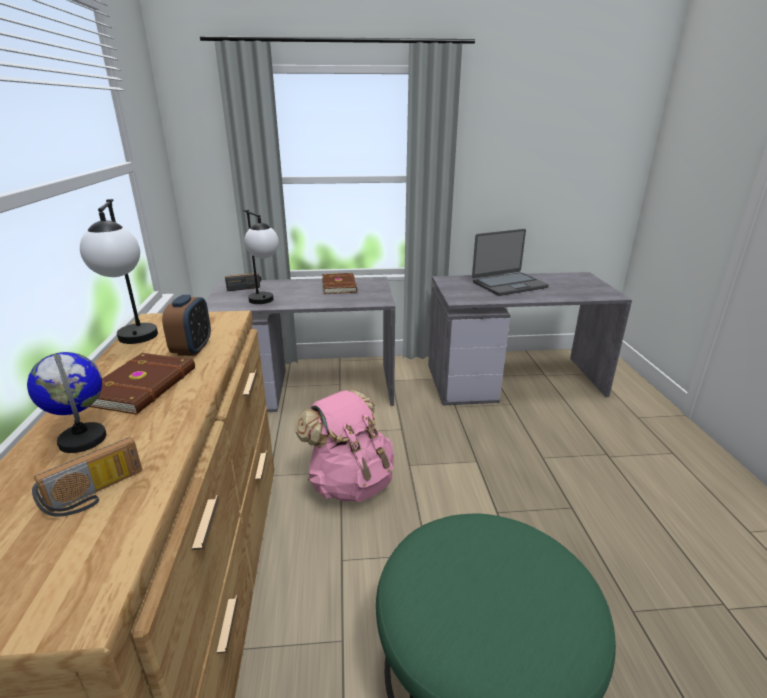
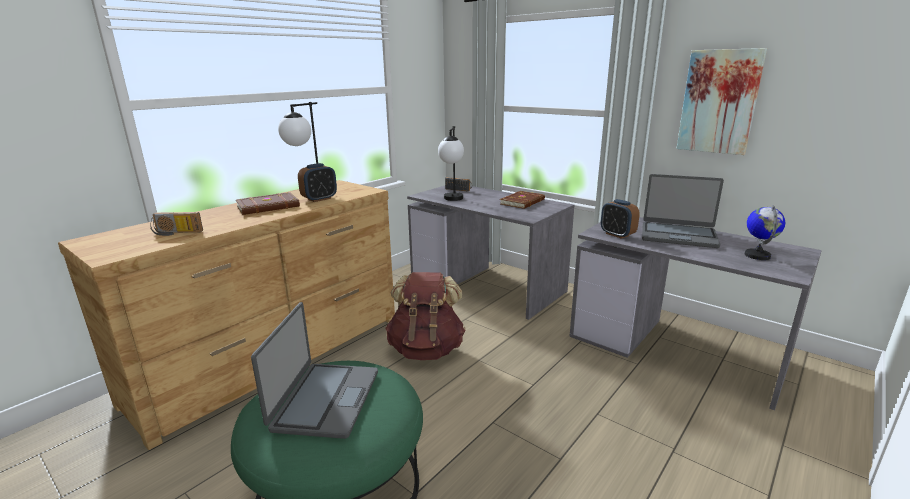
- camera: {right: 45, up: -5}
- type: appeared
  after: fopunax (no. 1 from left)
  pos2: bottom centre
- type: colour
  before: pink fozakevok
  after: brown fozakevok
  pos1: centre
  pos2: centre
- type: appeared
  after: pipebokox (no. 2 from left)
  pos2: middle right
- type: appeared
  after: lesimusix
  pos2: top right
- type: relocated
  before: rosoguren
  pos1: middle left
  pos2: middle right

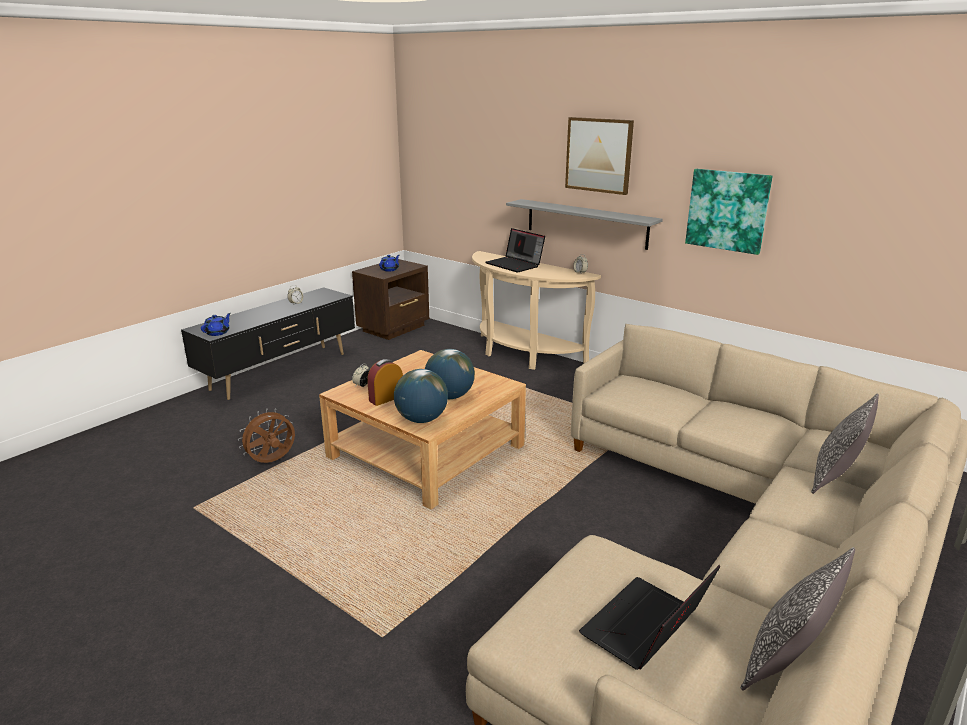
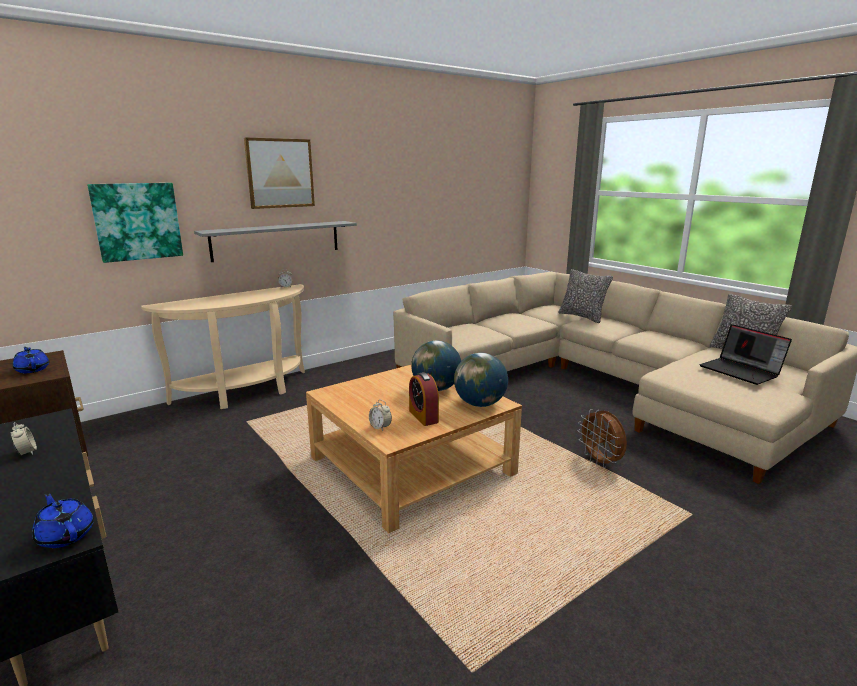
- camera: {right: -75, up: -5}
- type: relocated
  before: lesimusix (no. 2 from left in the first image)
  after: lesimusix (no. 1 from left)
  pos1: top right
  pos2: top left
- type: relocated
  before: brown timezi
  pos1: middle left
  pos2: middle right
- type: missing
  before: fopunax (no. 1 from left)
  pos1: centre

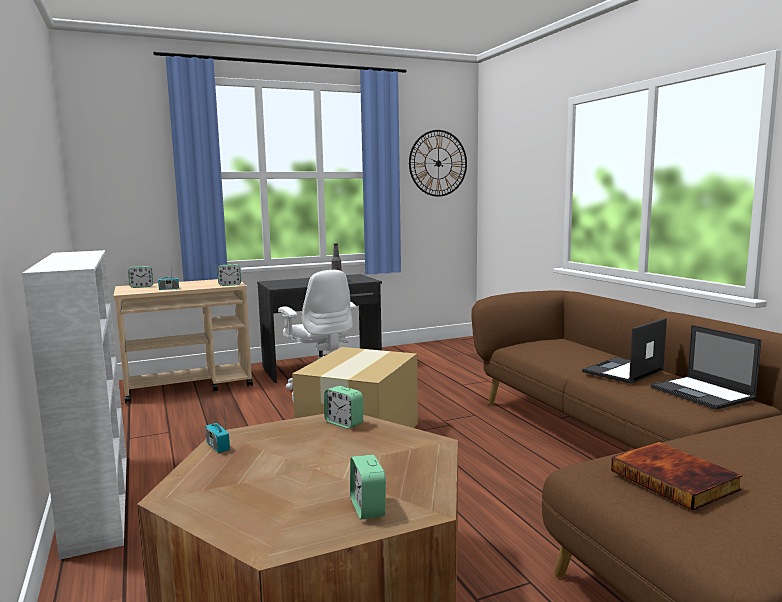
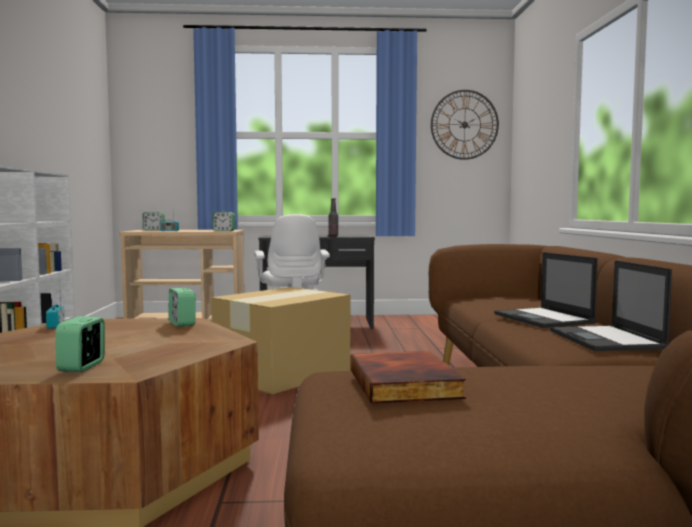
- camera: {right: 20, up: -5}
- type: spun
  before: fopunax (no. 1 from left)
  pos1: middle right
  pos2: middle right
  turn: -90

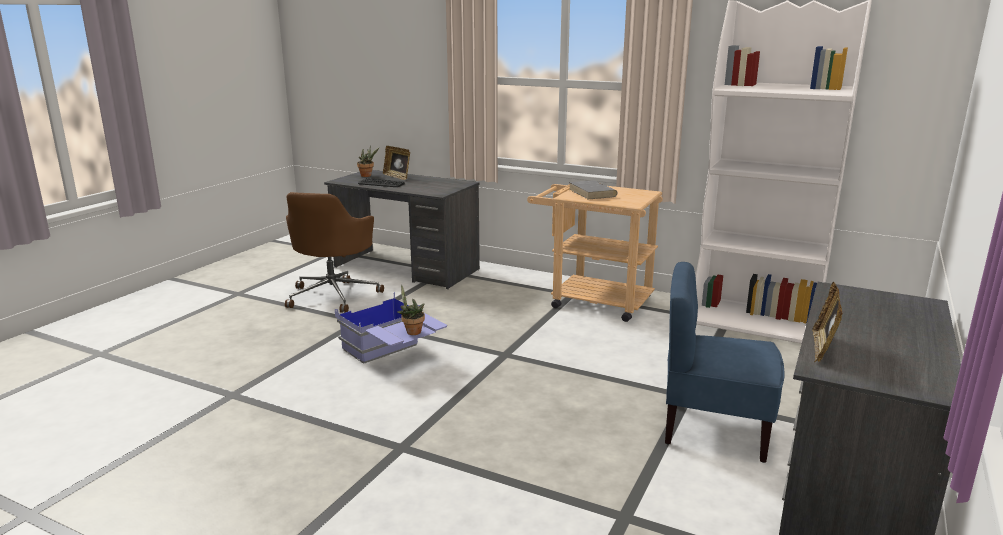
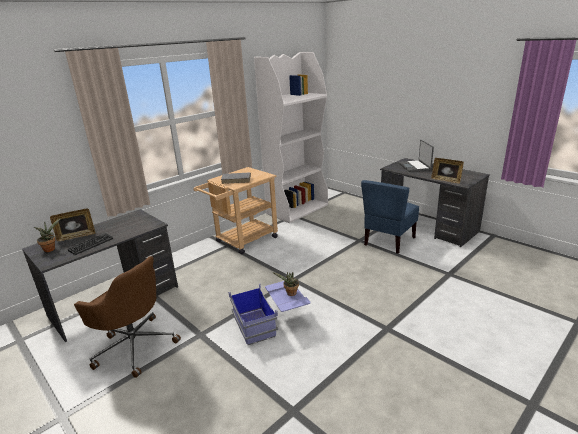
- camera: {right: -70, up: 5}
- type: appeared
  after: fopunax
  pos2: middle right

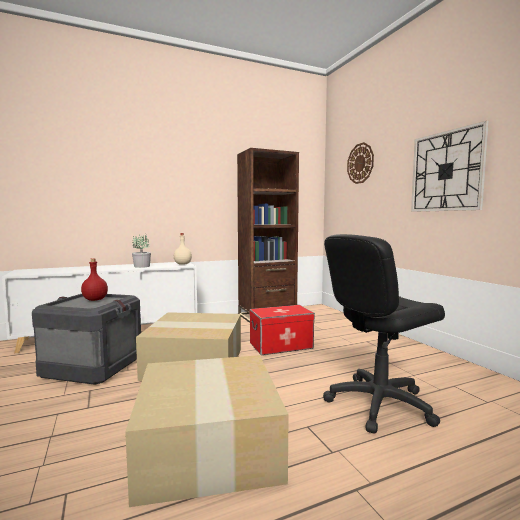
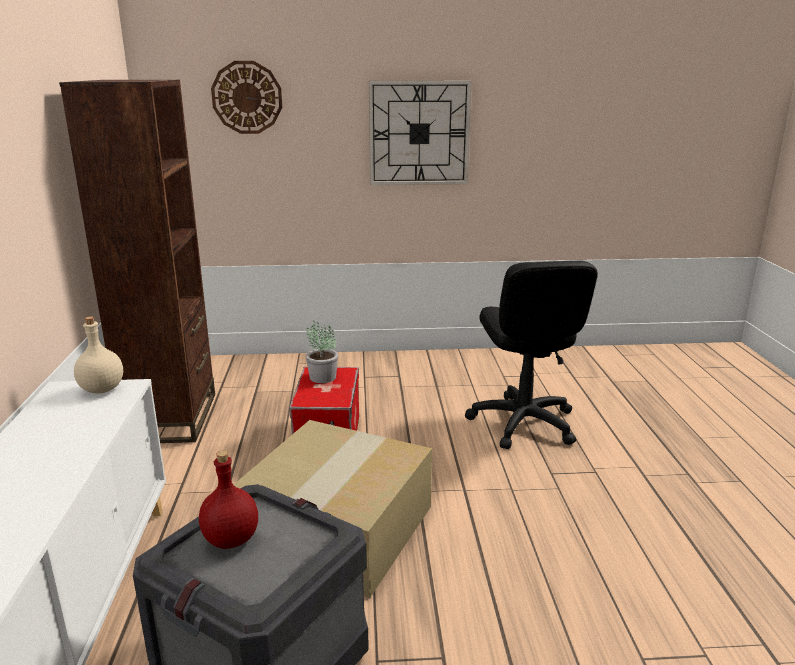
- camera: {right: -70, up: 15}
- type: relocated
  before: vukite
  pos1: middle left
  pos2: centre
- type: missing
  before: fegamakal (no. 2 from left)
  pos1: bottom centre

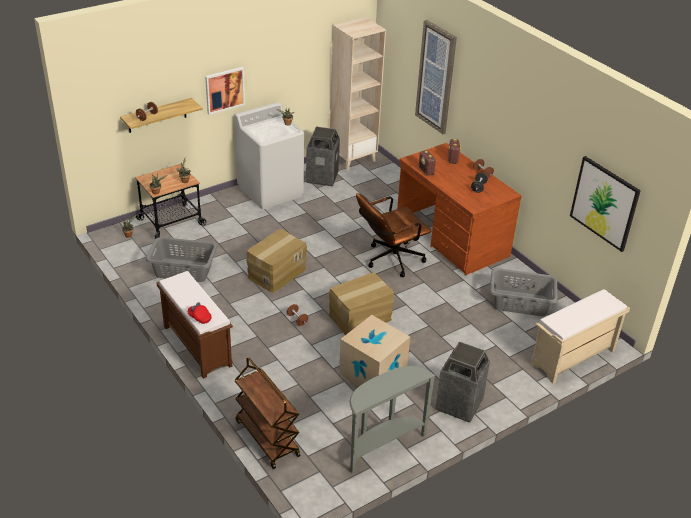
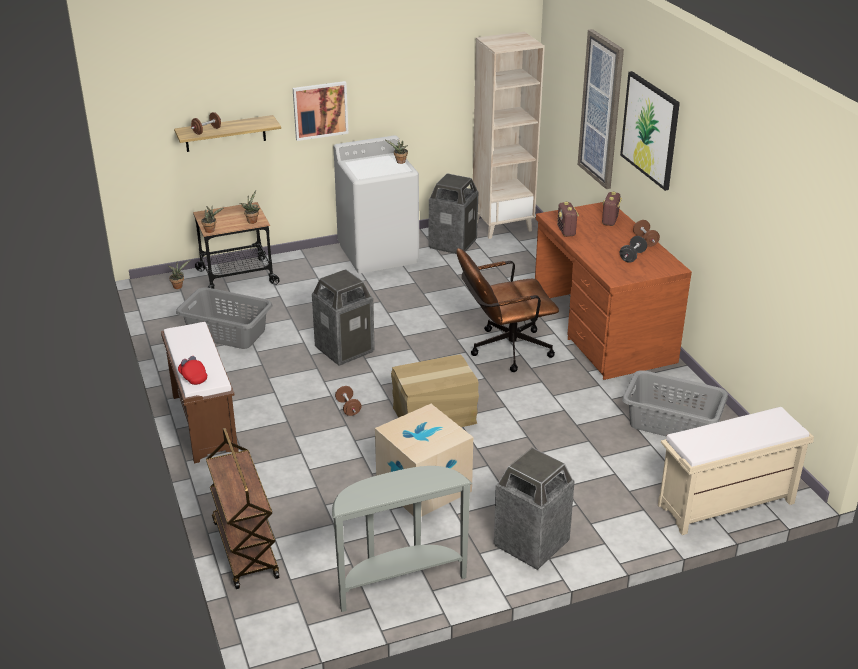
- camera: {right: 15, up: -5}
- type: exchanged
  before: fegamakal (no. 1 from left)
  after: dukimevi (no. 1 from left)
  pos1: centre
  pos2: centre
- type: relocated
  before: lesimusix (no. 3 from left)
  pos1: middle right
  pos2: top right

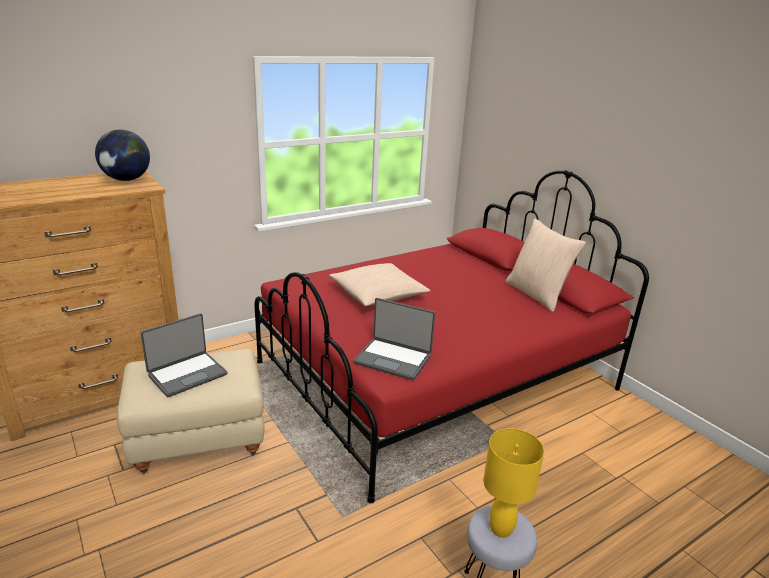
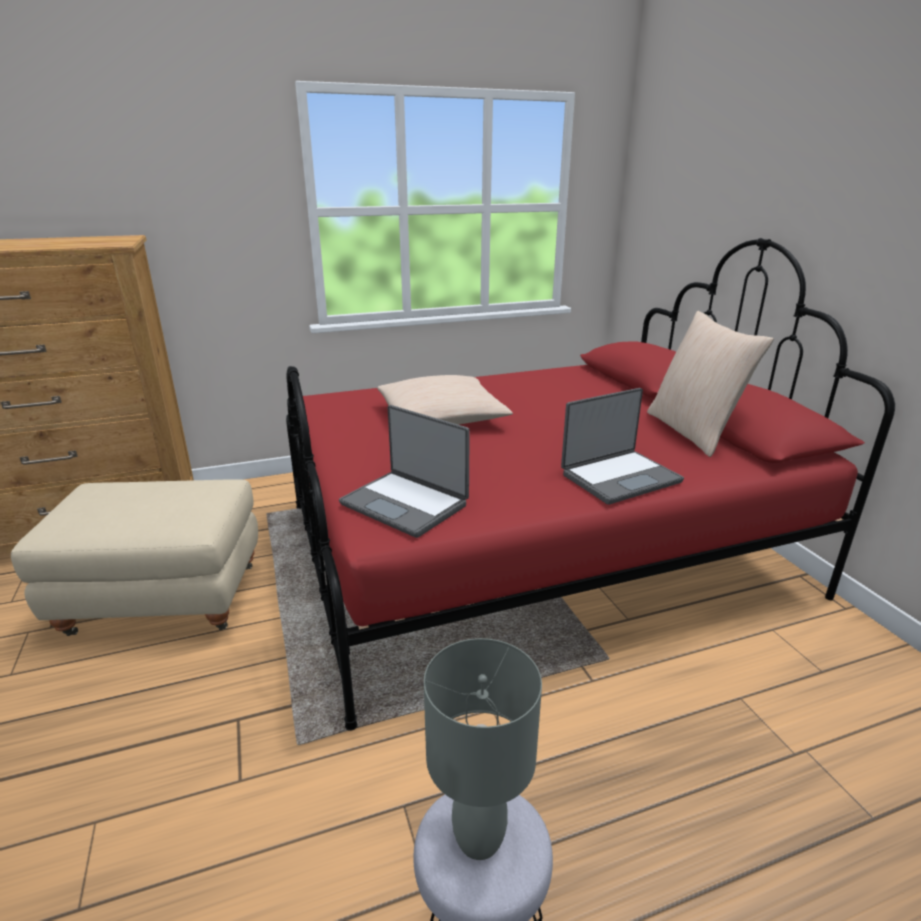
- camera: {right: 15, up: 0}
- type: colour
  before: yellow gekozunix
  after: grey gekozunix
  pos1: bottom right
  pos2: bottom centre
- type: relocated
  before: fopunax (no. 1 from left in the first image)
  after: fopunax (no. 2 from left)
  pos1: middle left
  pos2: middle right
- type: missing
  before: rosoguren
  pos1: top left

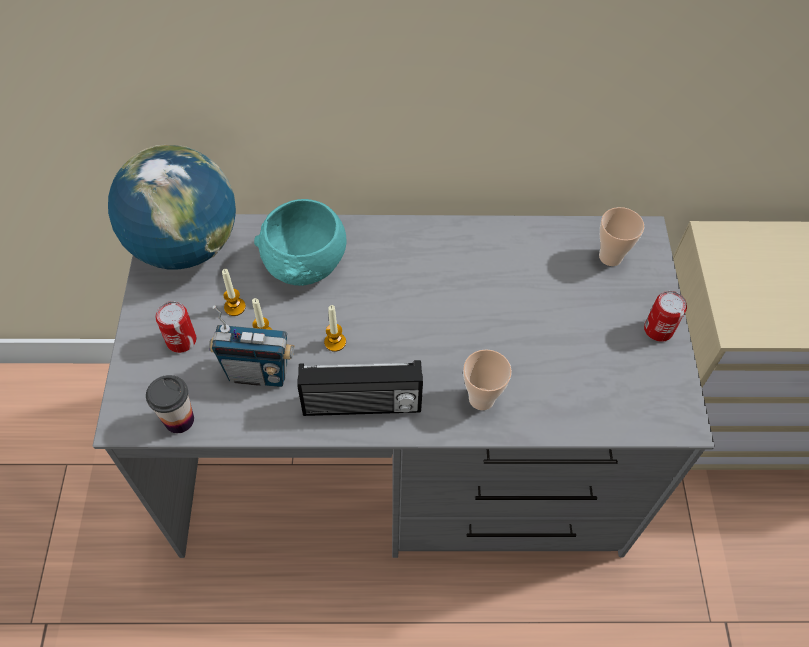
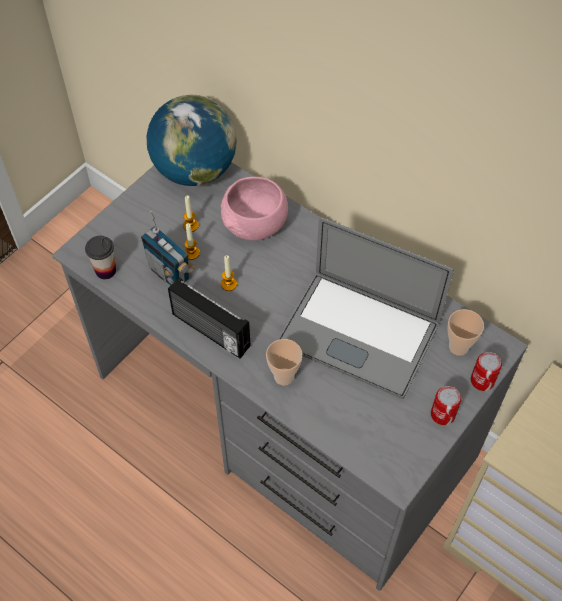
- camera: {right: 40, up: 0}
- type: colour
  before: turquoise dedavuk
  after: pink dedavuk
  pos1: centre
  pos2: centre
- type: appeared
  after: fopunax
  pos2: centre
- type: relocated
  before: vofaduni (no. 1 from left in the first image)
  after: vofaduni (no. 2 from left)
  pos1: middle left
  pos2: middle right

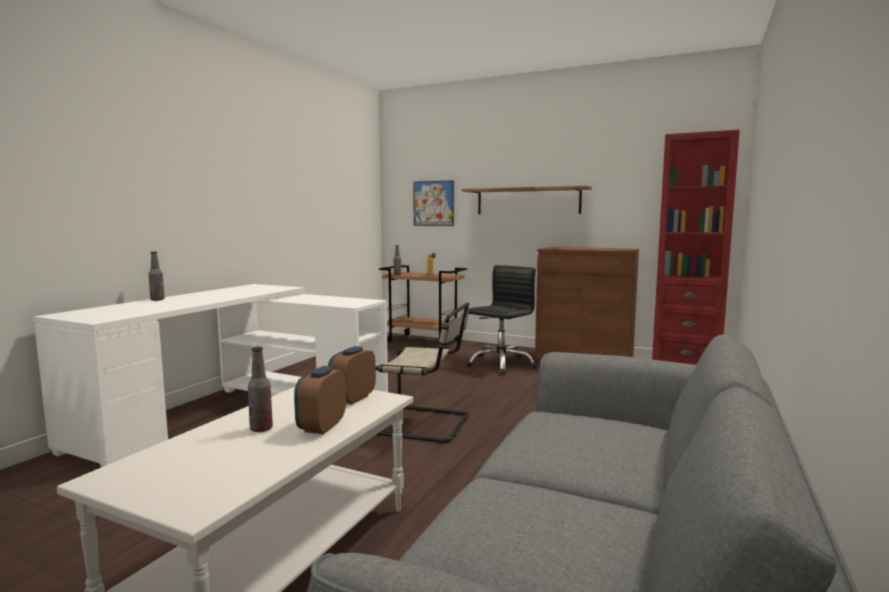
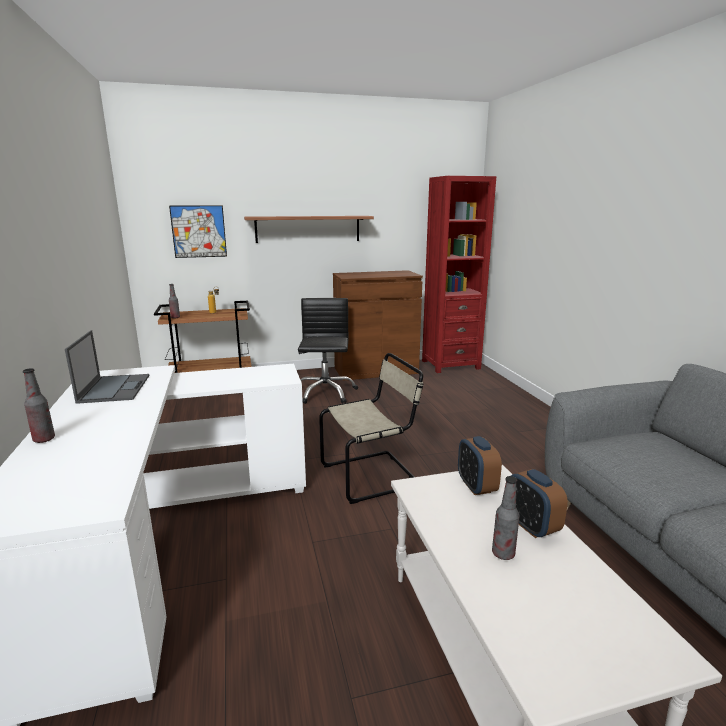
- camera: {right: -40, up: 10}
- type: appeared
  after: fopunax
  pos2: middle left

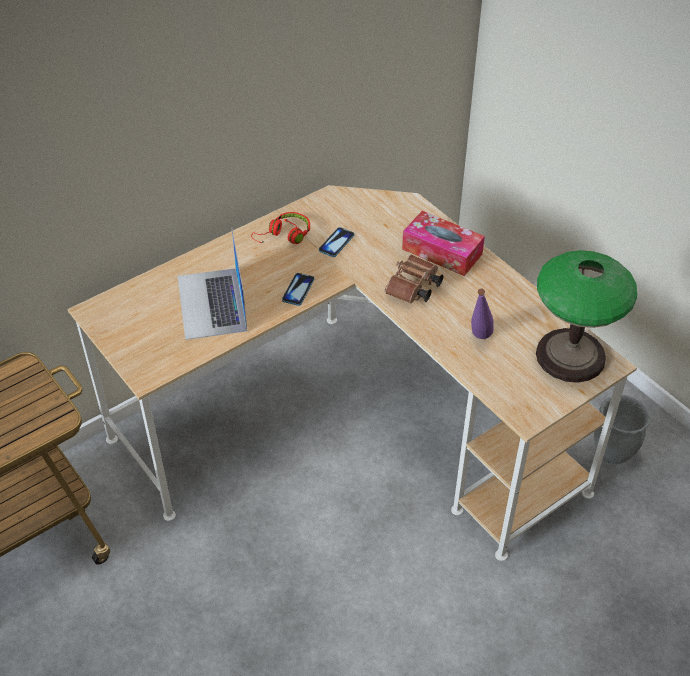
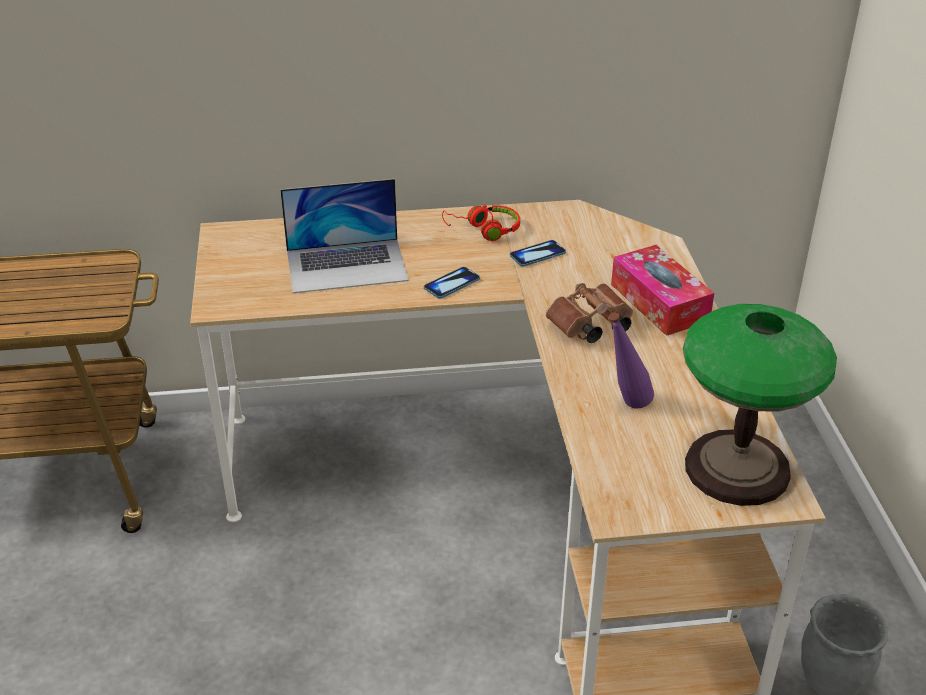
- camera: {right: 30, up: -10}
- type: spun
  before: fopunax
  pos1: middle left
  pos2: centre
  turn: -120

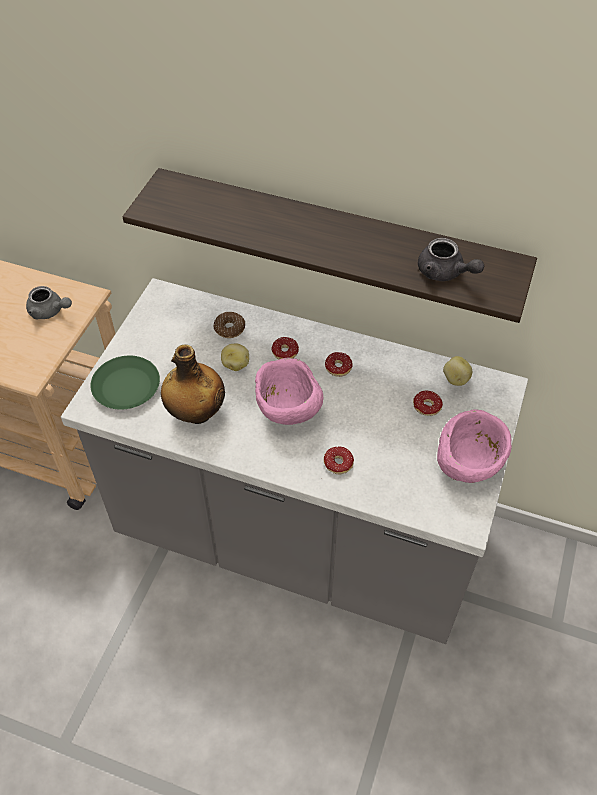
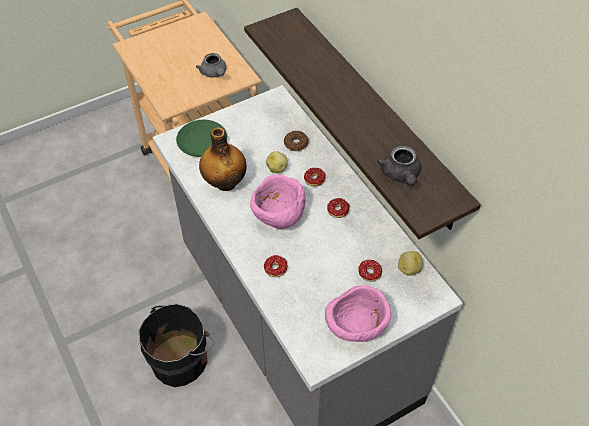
- camera: {right: 40, up: 0}
- type: appeared
  after: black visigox
  pos2: bottom left

